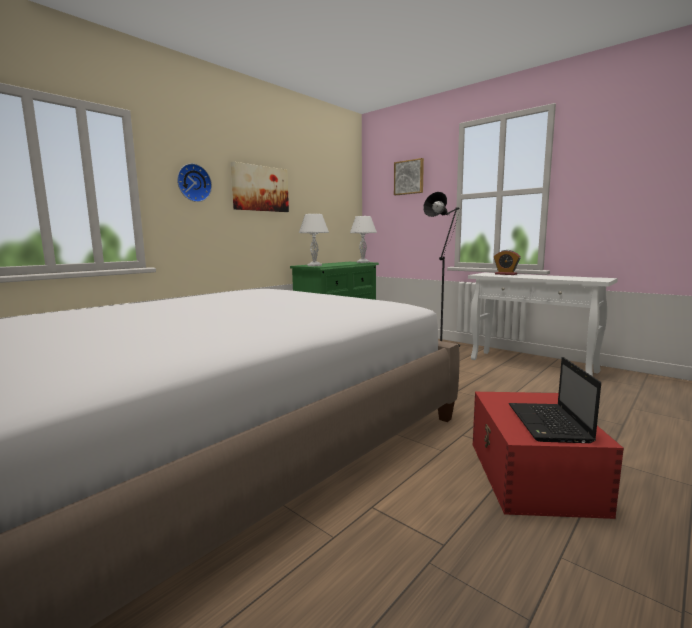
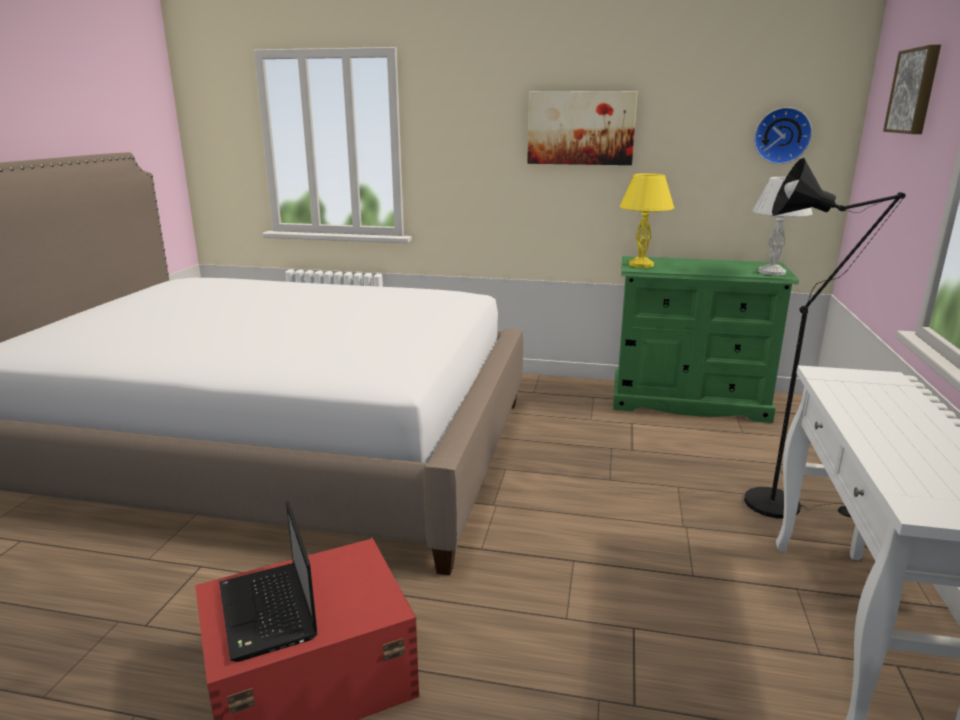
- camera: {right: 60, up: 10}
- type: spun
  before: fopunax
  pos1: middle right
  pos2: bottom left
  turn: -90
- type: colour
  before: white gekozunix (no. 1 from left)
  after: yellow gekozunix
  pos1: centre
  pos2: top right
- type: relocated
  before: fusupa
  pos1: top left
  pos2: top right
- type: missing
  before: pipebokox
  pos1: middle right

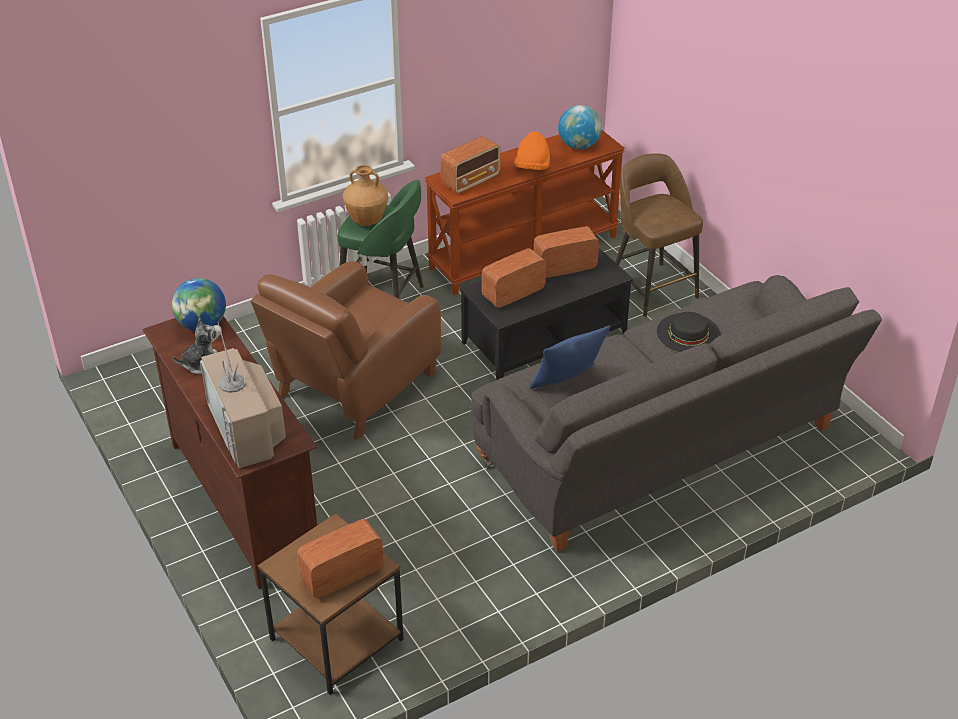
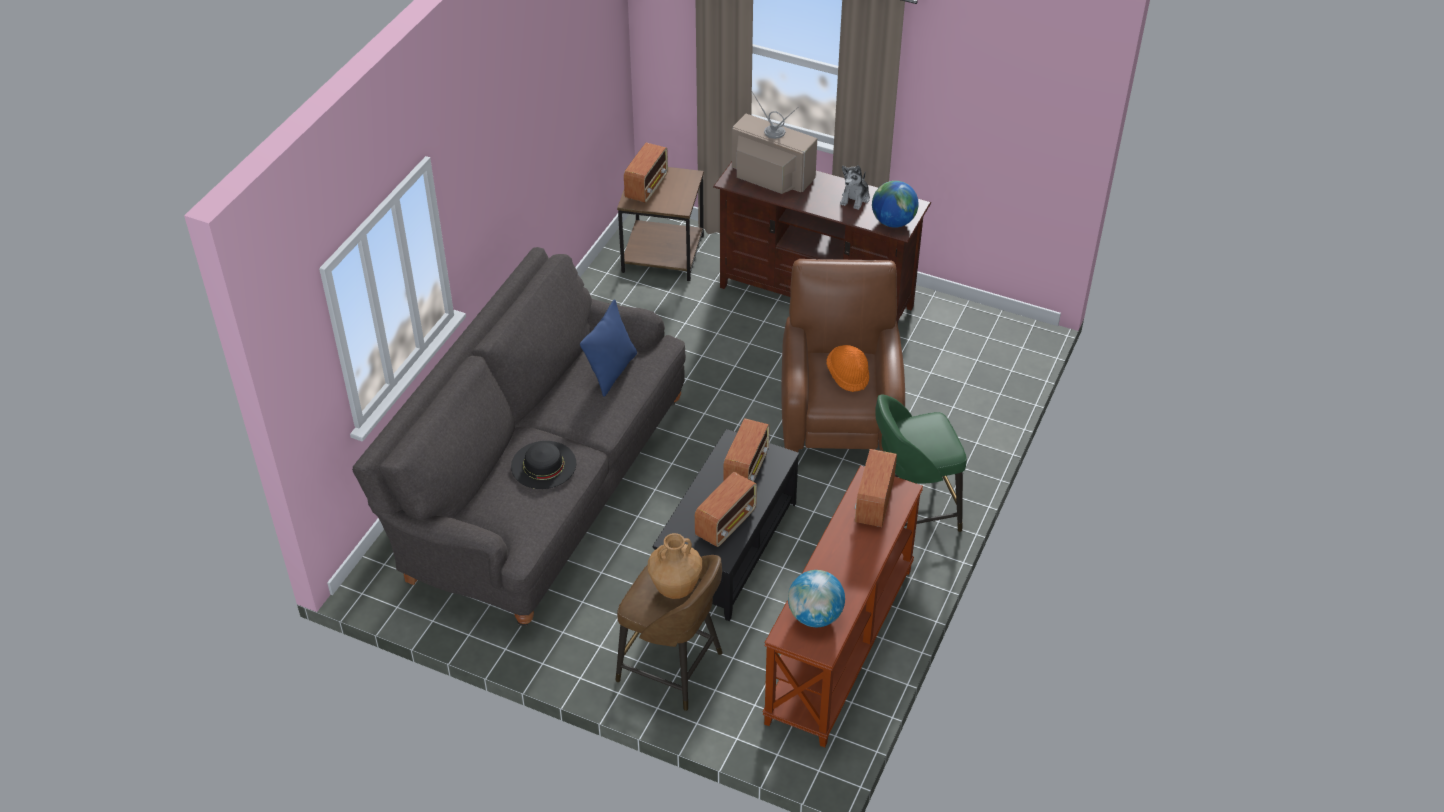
- camera: {right: 145, up: 5}
- type: relocated
  before: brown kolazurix
  pos1: top centre
  pos2: bottom centre
- type: relocated
  before: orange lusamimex
  pos1: top centre
  pos2: centre

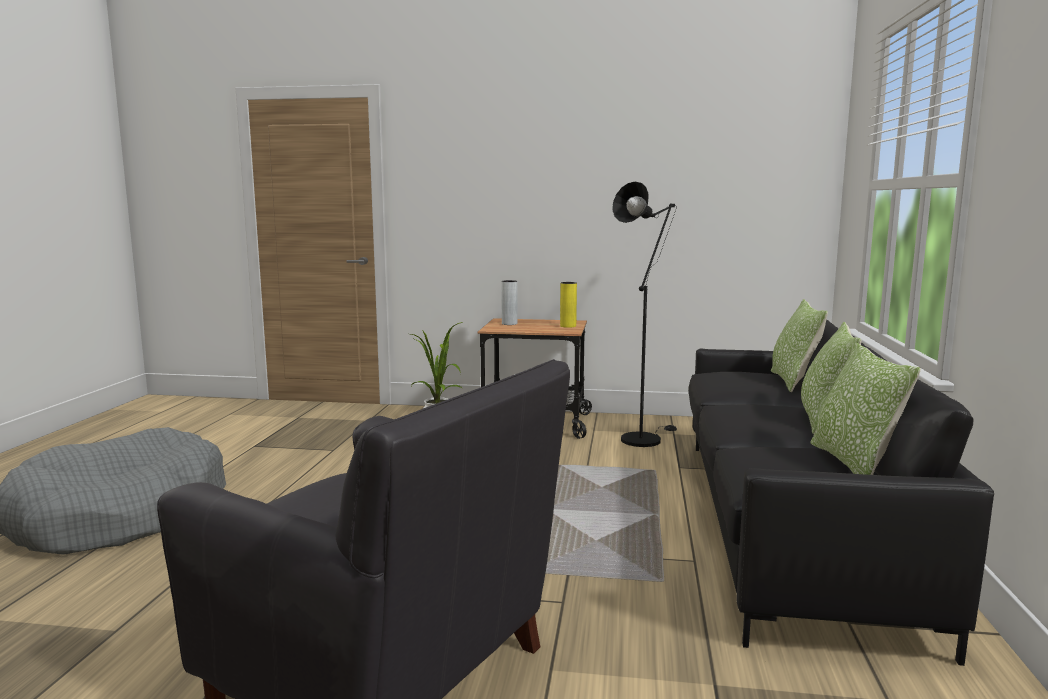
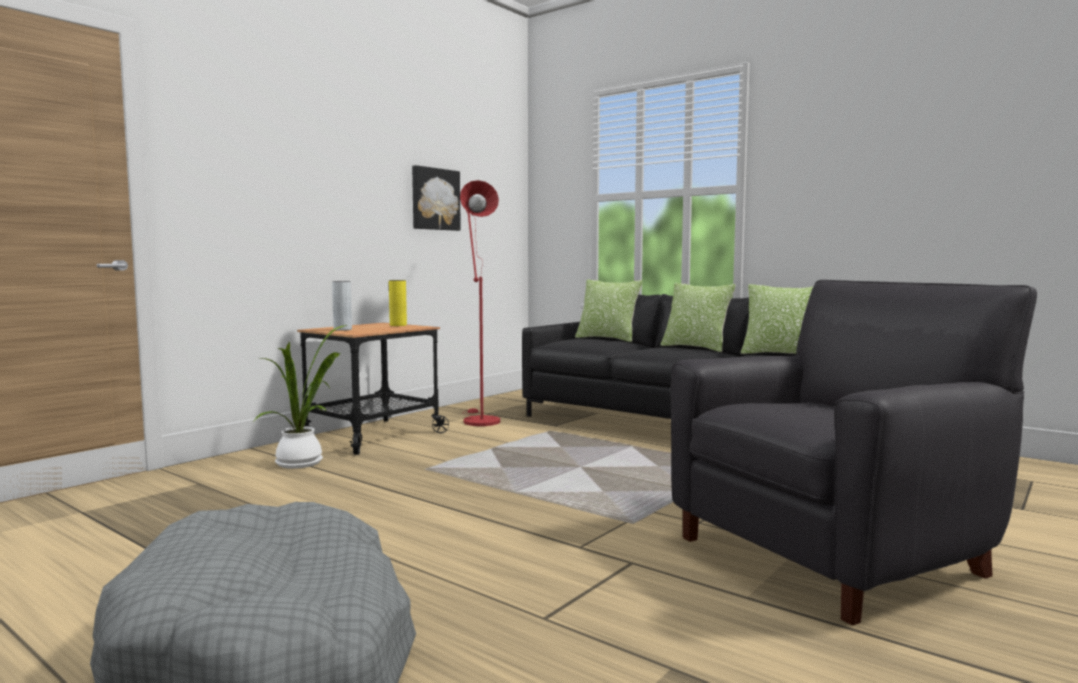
- camera: {right: -60, up: -5}
- type: appeared
  after: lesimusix
  pos2: top centre
- type: colour
  before: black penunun
  after: red penunun
  pos1: centre
  pos2: centre

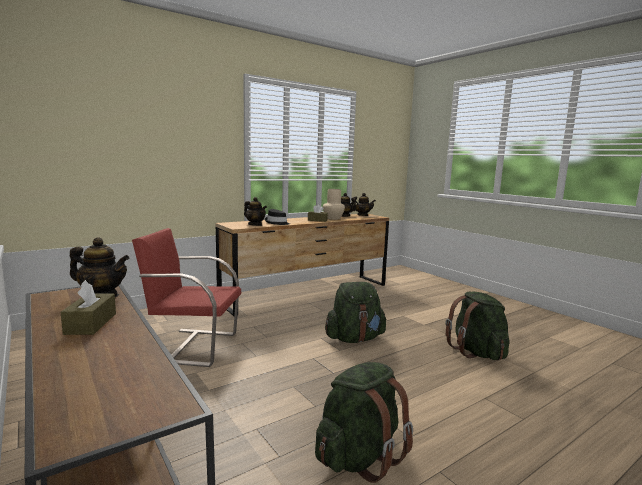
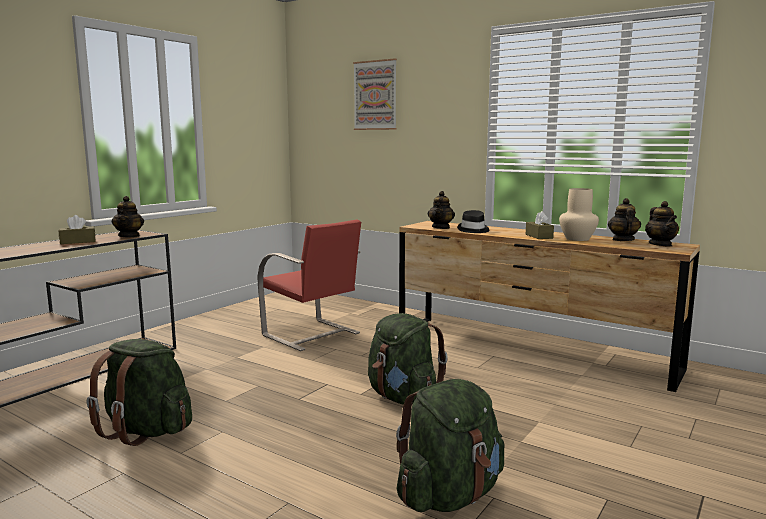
- camera: {right: 70, up: 0}
- type: spun
  before: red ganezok
  pos1: middle left
  pos2: centre
  turn: 150
- type: appeared
  after: lesimusix
  pos2: top centre

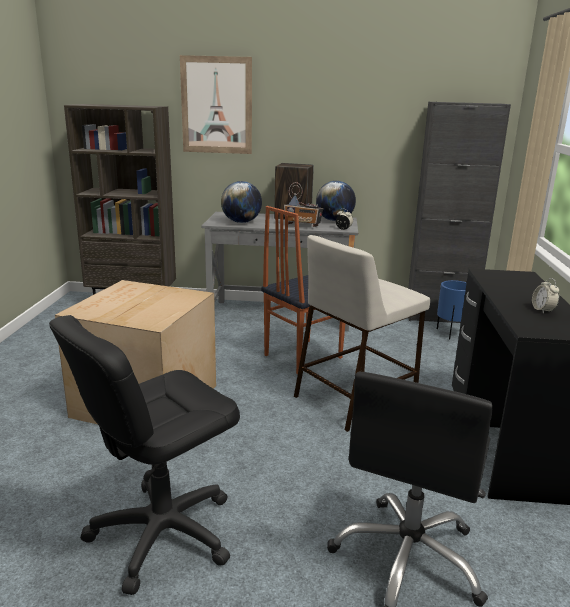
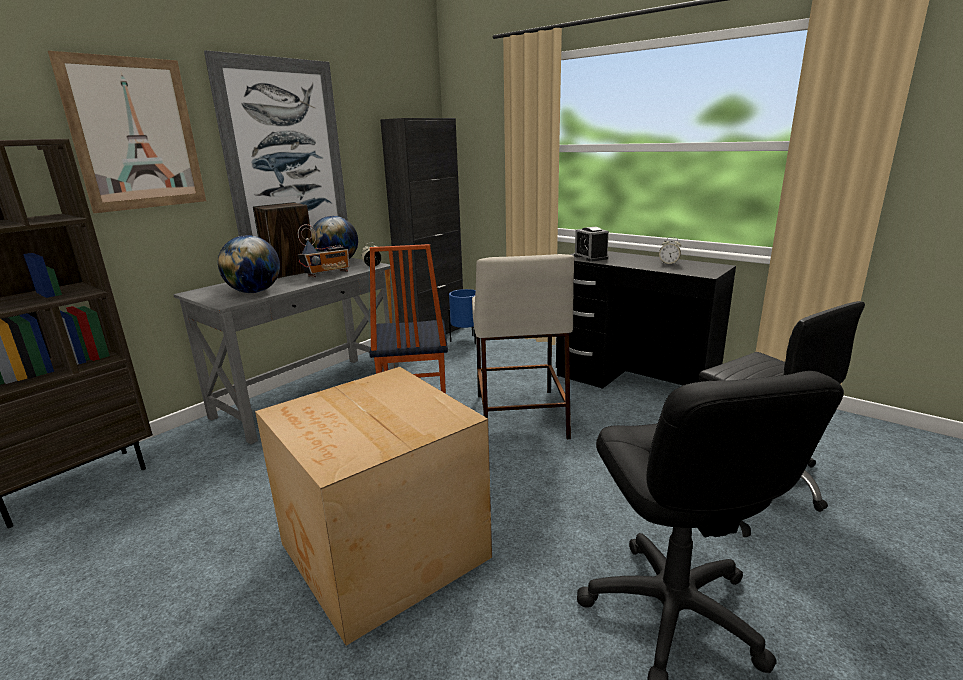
- camera: {right: -55, up: 0}
- type: appeared
  after: lesimusix (no. 2 from left)
  pos2: top left
- type: appeared
  after: pipebokox (no. 2 from left)
  pos2: centre

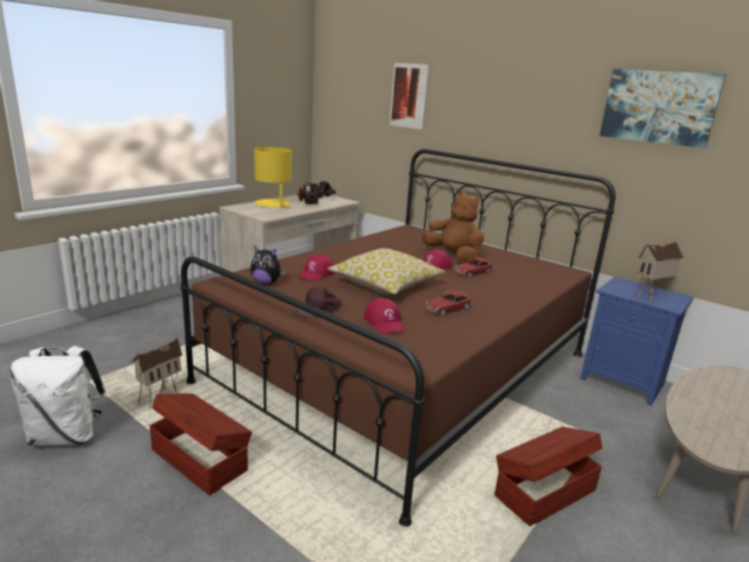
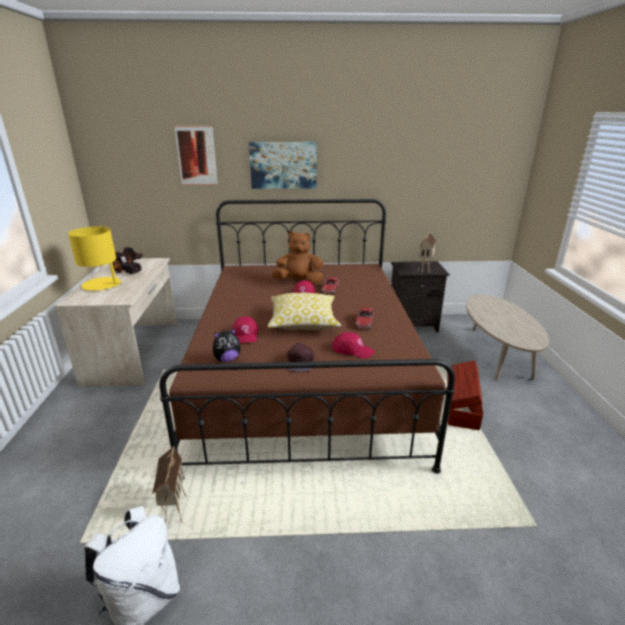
- camera: {right: -40, up: 5}
- type: relocated
  before: lesimusix (no. 2 from left)
  pos1: top right
  pos2: top centre
- type: colour
  before: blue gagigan
  after: black gagigan
  pos1: middle right
  pos2: middle right
- type: missing
  before: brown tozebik (no. 1 from left)
  pos1: bottom left

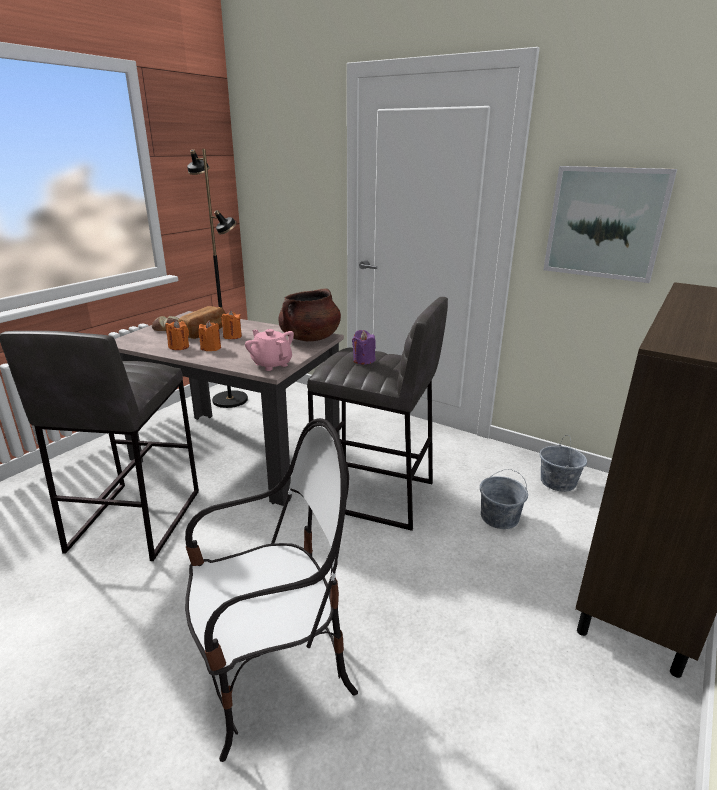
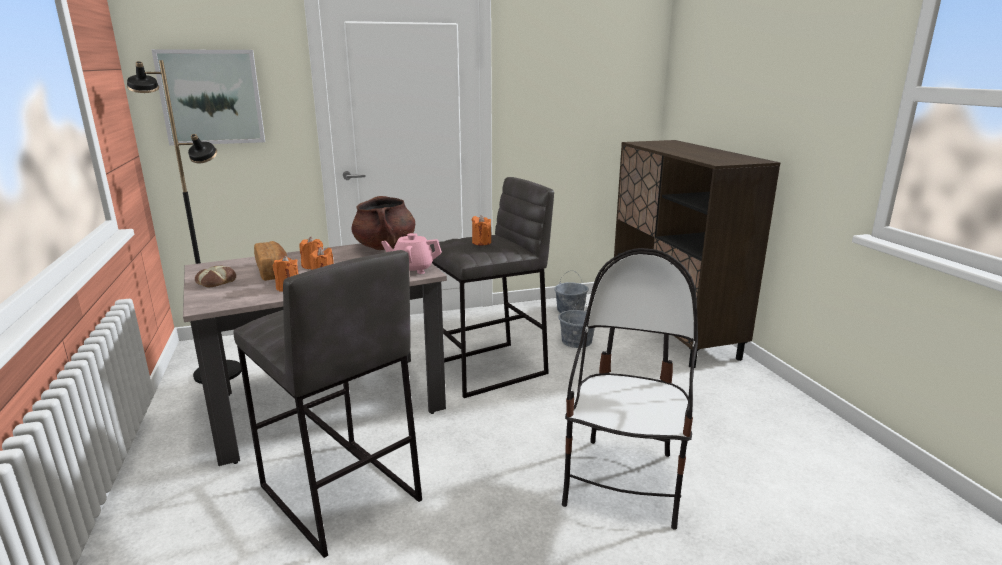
- camera: {right: -50, up: -5}
- type: relocated
  before: lesimusix
  pos1: top right
  pos2: top left
- type: colour
  before: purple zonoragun
  after: orange zonoragun (no. 4 from left)
  pos1: centre
  pos2: centre

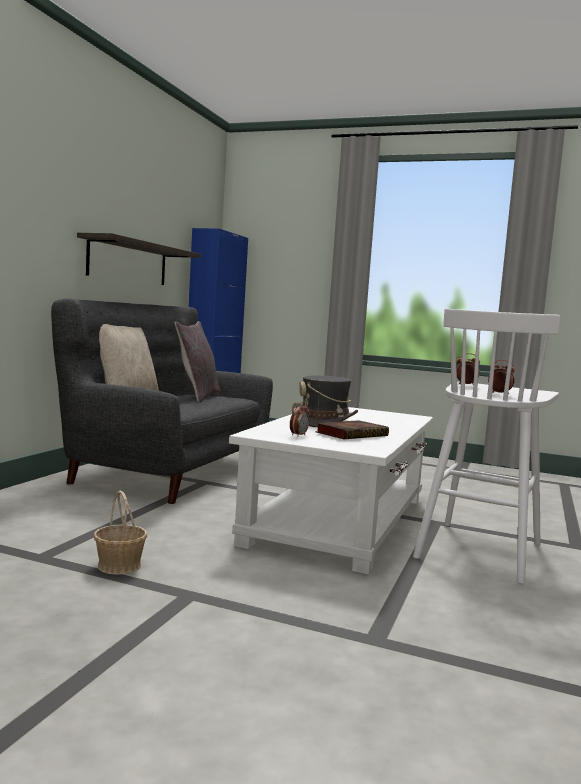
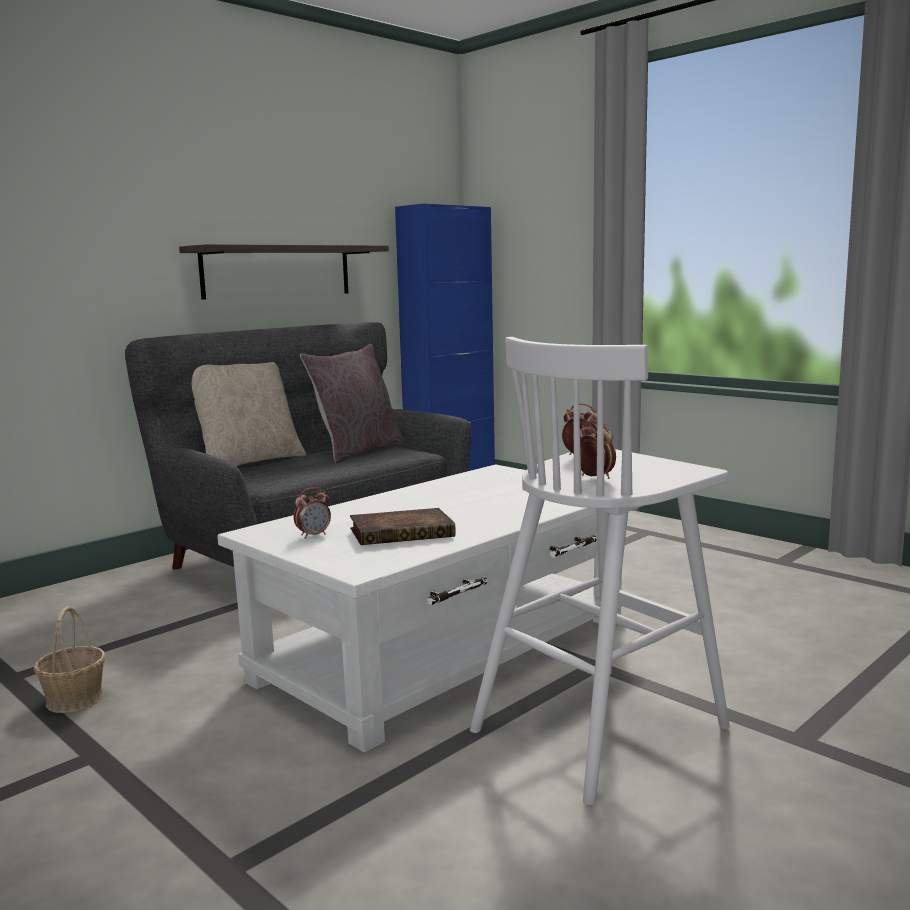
- camera: {right: 25, up: 5}
- type: missing
  before: grey lusamimex
  pos1: centre

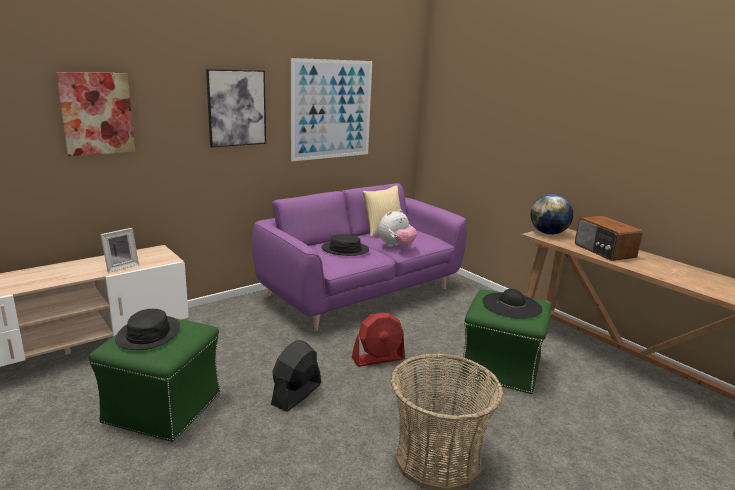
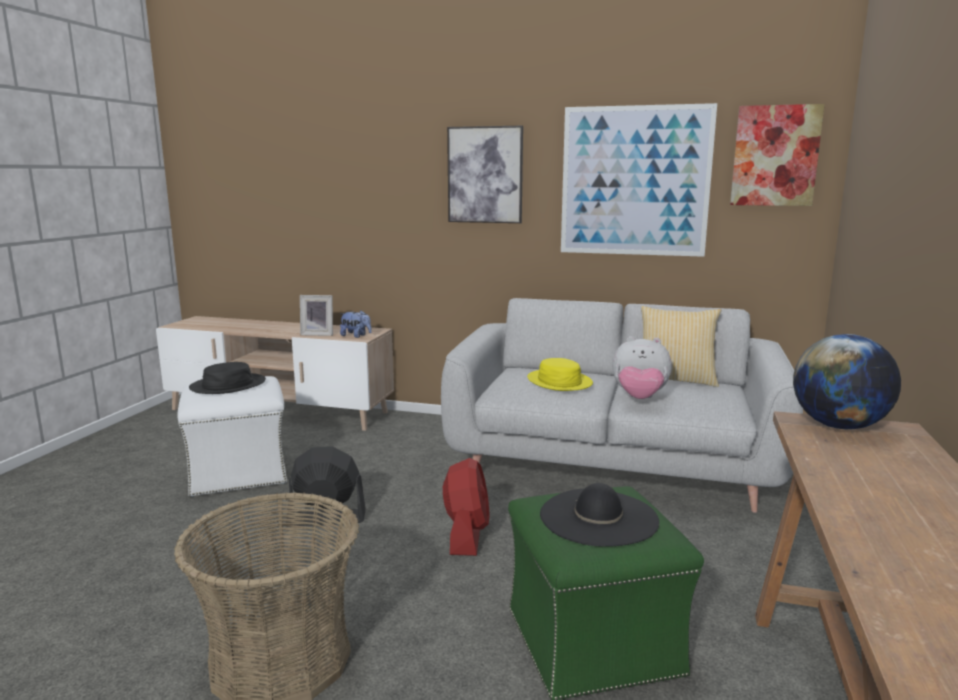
- camera: {right: 55, up: -5}
- type: colour
  before: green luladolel (no. 1 from left)
  after: white luladolel
  pos1: bottom left
  pos2: middle left
- type: appeared
  after: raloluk (no. 1 from left)
  pos2: centre
- type: colour
  before: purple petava
  after: grey petava
  pos1: centre
  pos2: centre
- type: spun
  before: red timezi
  pos1: bottom centre
  pos2: bottom centre
  turn: -120
- type: colour
  before: black lusamimex (no. 2 from left)
  after: yellow lusamimex
  pos1: centre
  pos2: centre
- type: relocated
  before: lesimusix (no. 1 from left in the first image)
  after: lesimusix (no. 3 from left)
  pos1: top left
  pos2: top right
- type: missing
  before: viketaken
  pos1: middle right

